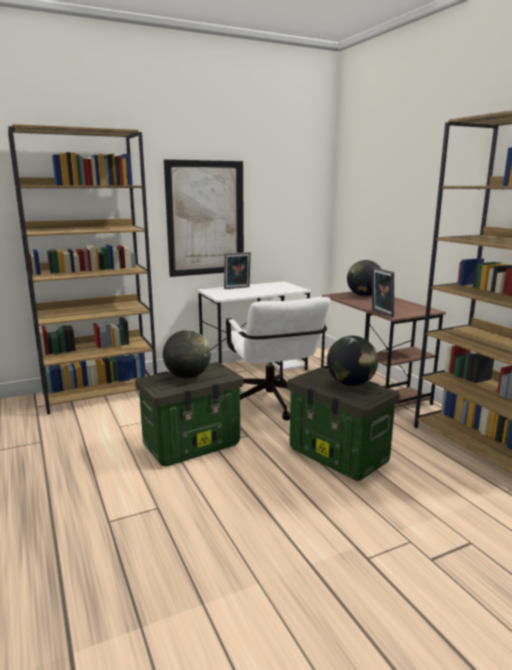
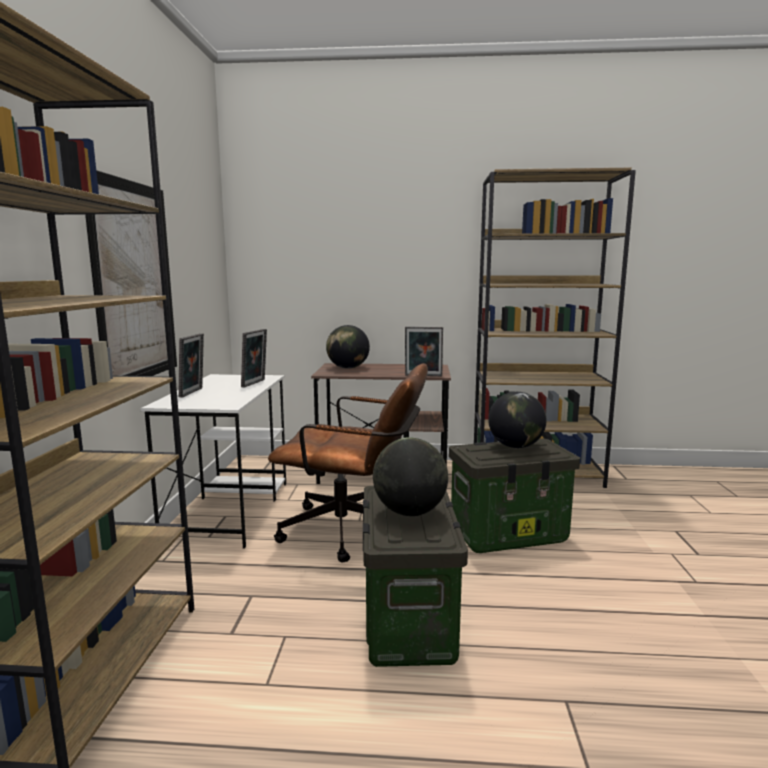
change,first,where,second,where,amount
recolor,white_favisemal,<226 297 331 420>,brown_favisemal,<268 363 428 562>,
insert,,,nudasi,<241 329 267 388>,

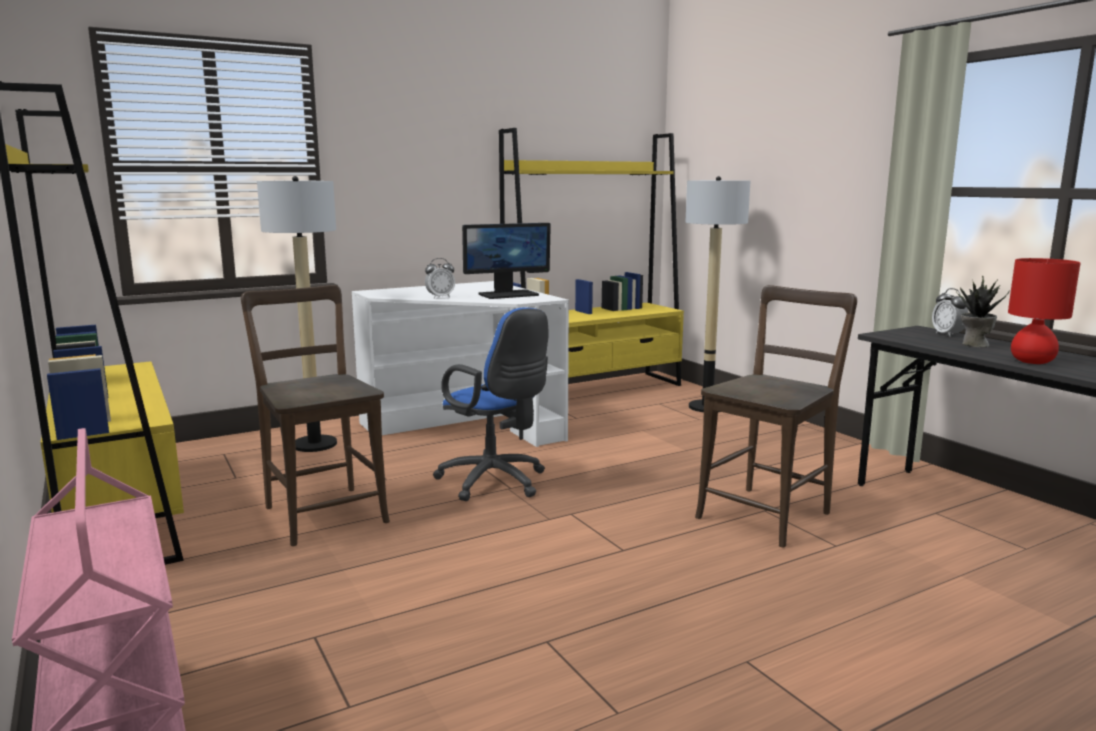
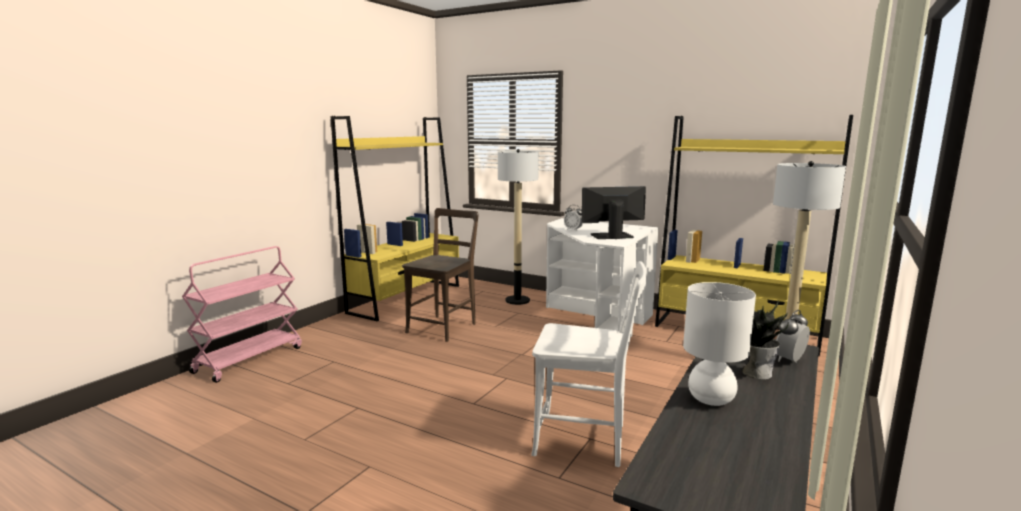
change,first,where,second,where,amount
delete,blue_favisemal,<433 307 549 501>,,,
rotate,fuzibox,<462 223 551 299>,,<582 186 646 239>,135 degrees clockwise
recolor,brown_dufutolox,<695 285 857 548>,white_dufutolox,<531 261 647 467>,
recolor,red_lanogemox,<1008 258 1081 364>,white_lanogemox,<683 282 756 406>,

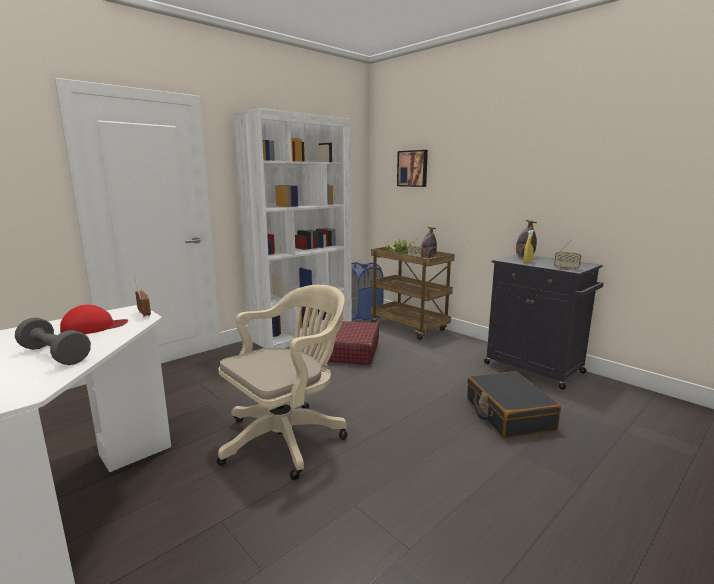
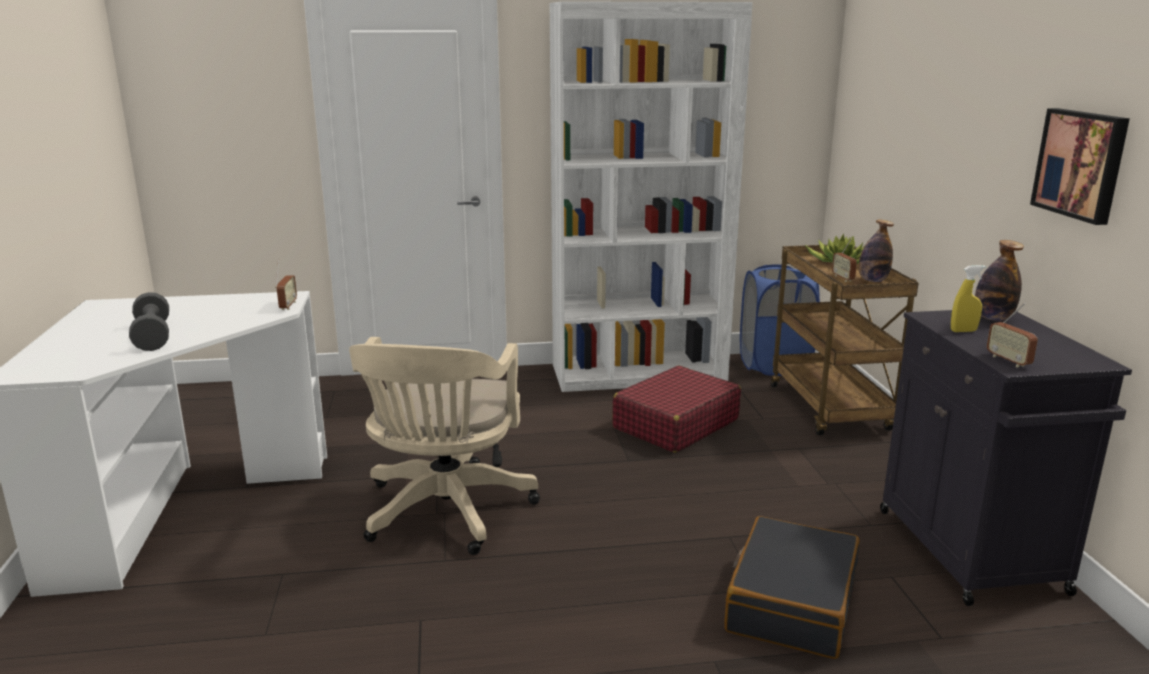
change,first,where,second,where,amount
delete,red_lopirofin,<60 305 128 334>,,,
rotate,beige_favisemal,<217 285 348 480>,,<349 337 540 555>,105 degrees clockwise
move,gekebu,<397 150 428 187>,,<1030 108 1130 225>,

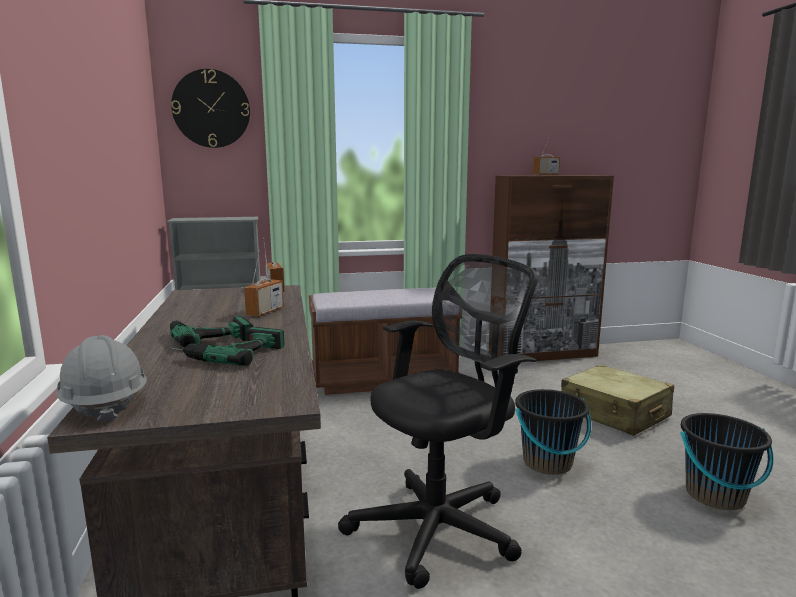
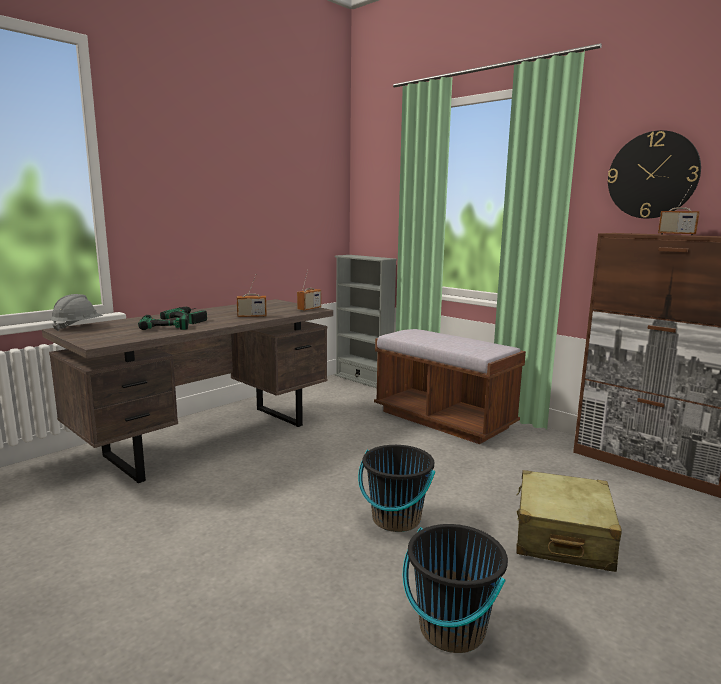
change,first,where,second,where,amount
move,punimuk,<171 69 250 148>,,<608 130 701 218>,
delete,black_favisemal,<338 254 538 589>,,,

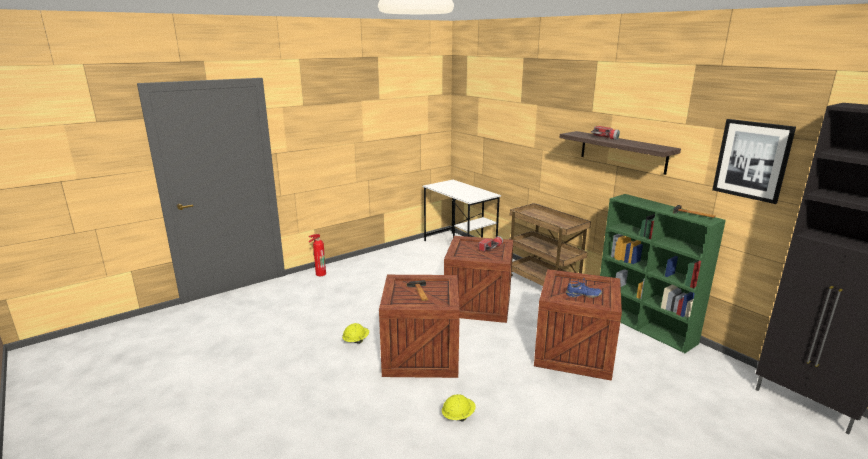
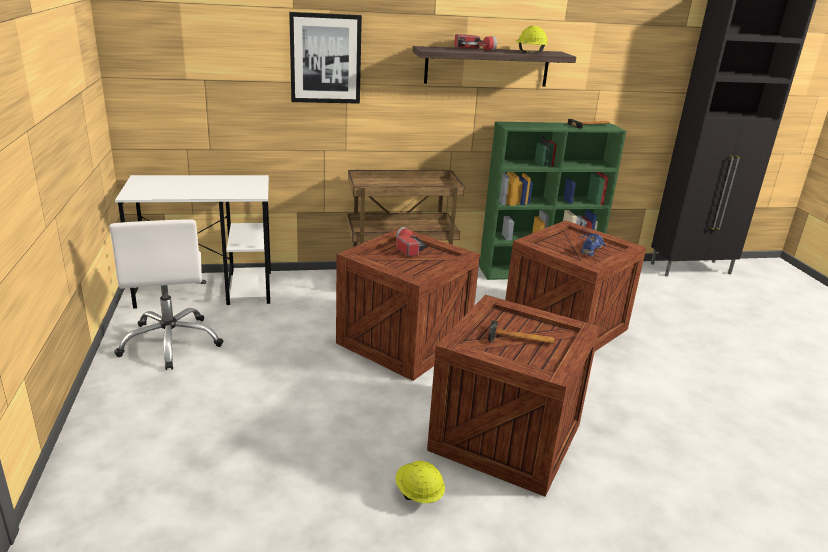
change,first,where,second,where,amount
delete,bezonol,<309 234 326 276>,,,
move,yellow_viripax,<442 394 476 422>,,<516 26 548 54>,
move,gekebu,<712 119 796 204>,,<289 12 362 104>,
insert,,,white_favisemal,<109 220 223 370>,

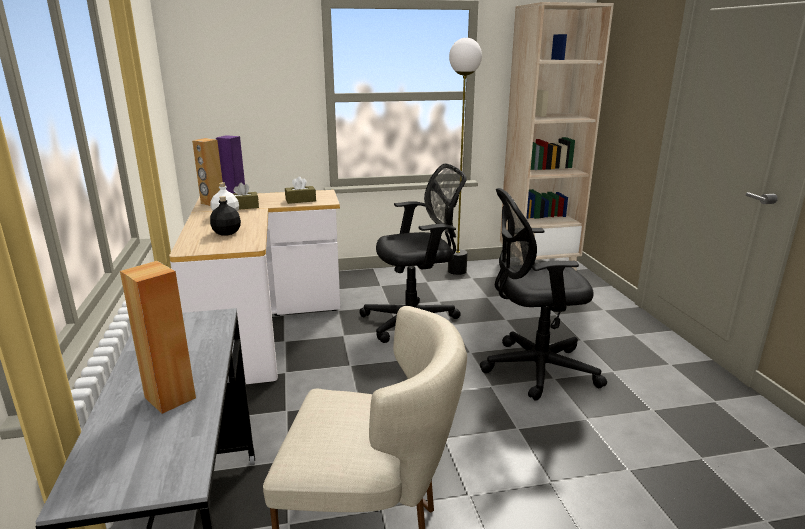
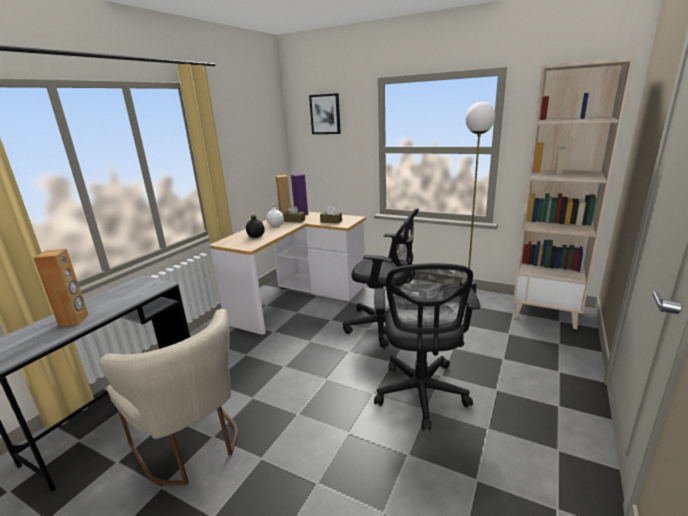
change,first,where,second,where,amount
rotate,black_favisemal,<480 188 607 401>,,<374 263 480 431>,120 degrees counterclockwise
insert,,,gekebu,<309 93 341 134>,

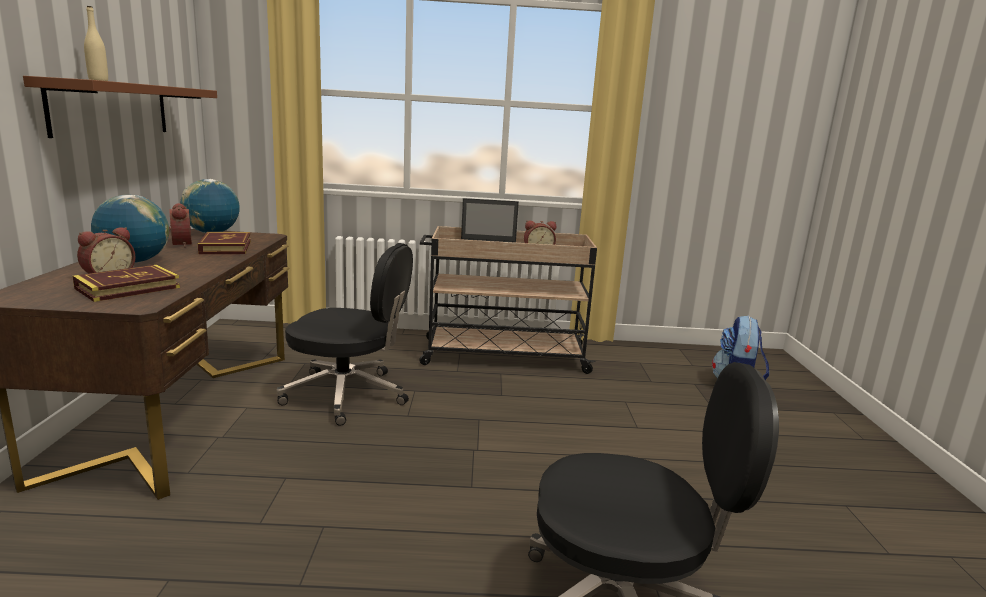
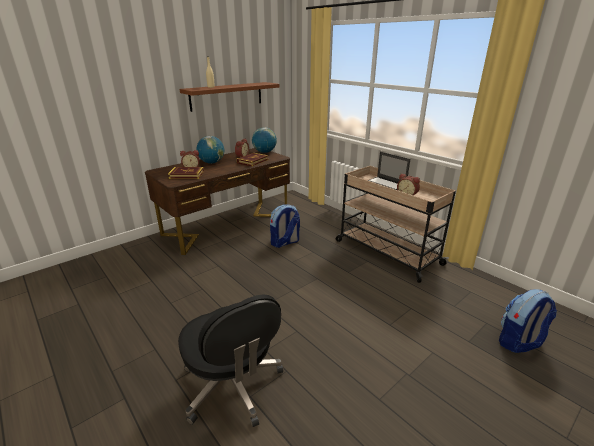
change,first,where,second,where,amount
replace,black_favisemal,<277 243 413 426>,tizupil,<270 205 300 248>,

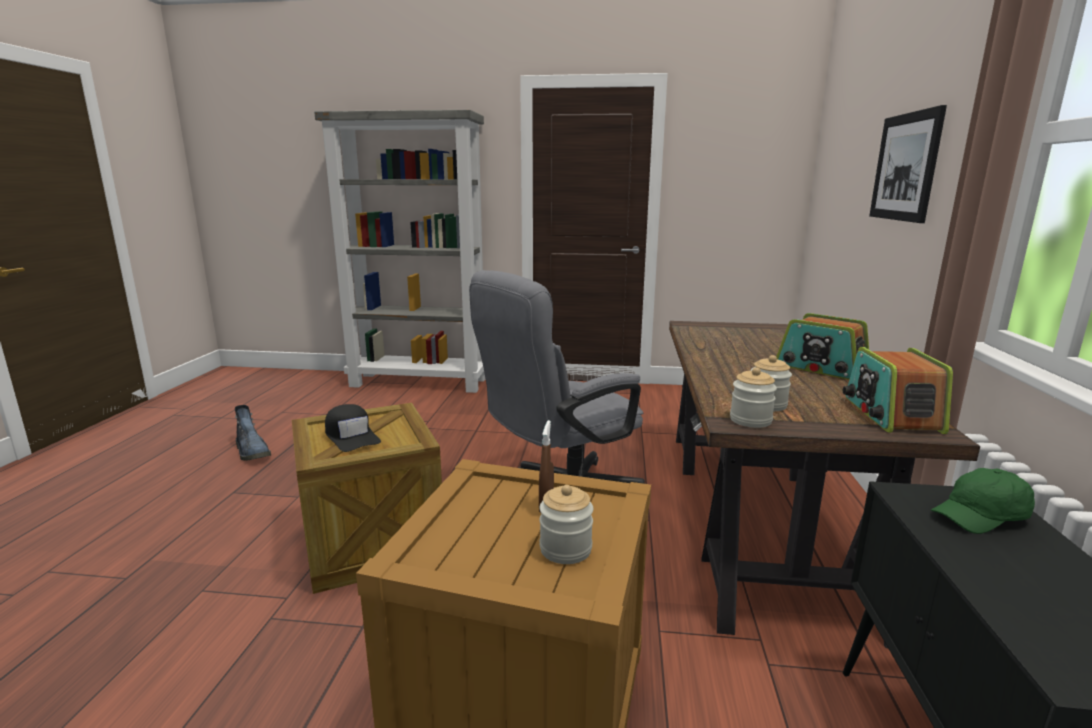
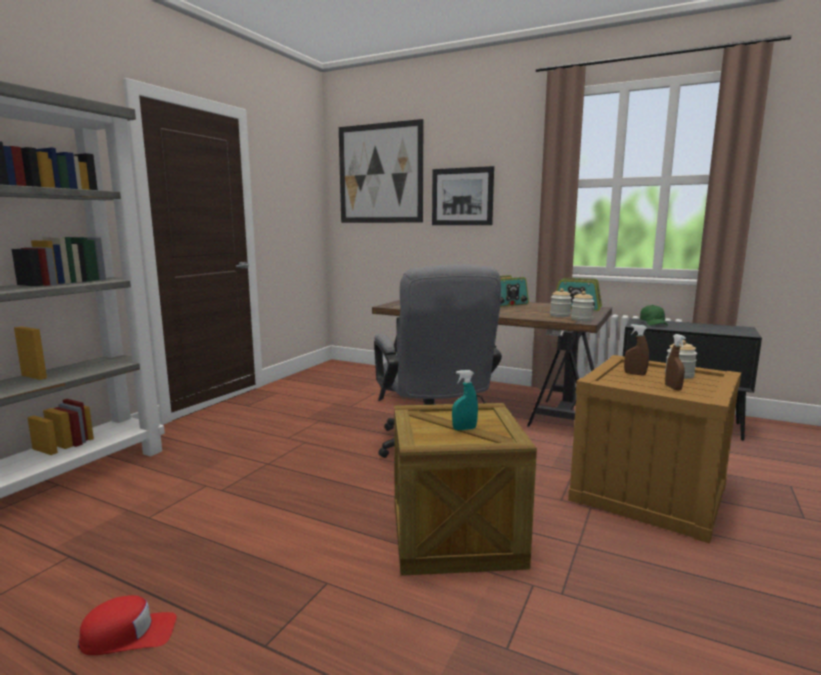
change,first,where,second,where,amount
replace,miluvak,<235 405 271 461>,red_lopirofin,<78 595 177 655>,
replace,black_lopirofin,<325 404 381 452>,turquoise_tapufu,<452 370 478 430>,
insert,,,gekebu,<339 119 423 223>,
insert,,,brown_tapufu,<665 334 686 390>,

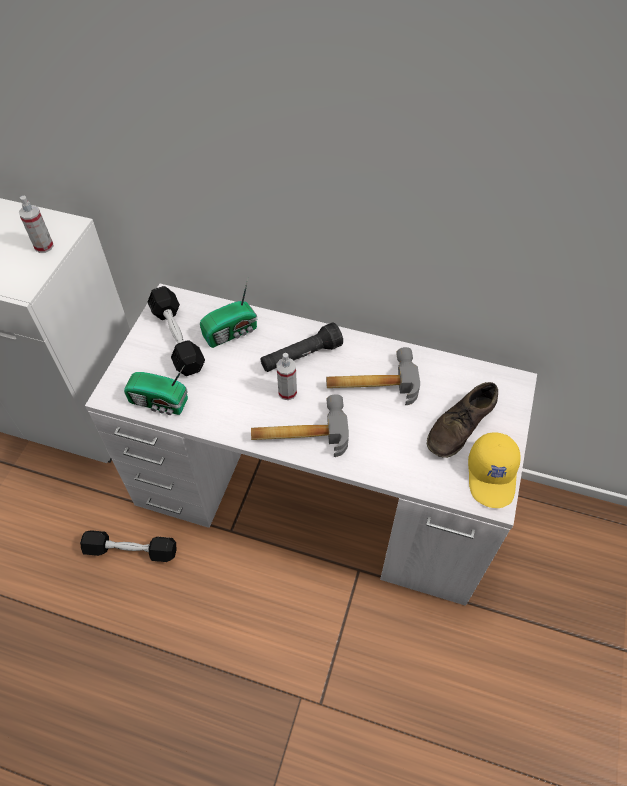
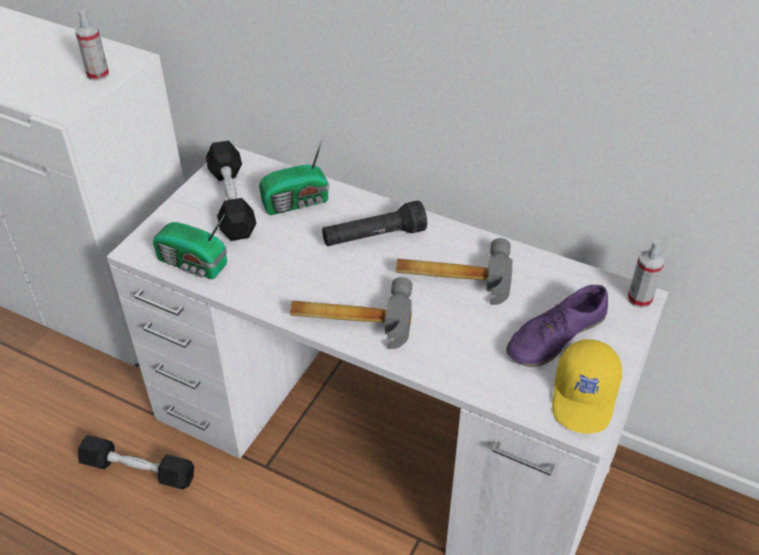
change,first,where,second,where,amount
move,tapufu,<276 353 297 400>,,<628 240 665 308>,
recolor,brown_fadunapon,<427 382 498 458>,purple_fadunapon,<506 285 608 367>,

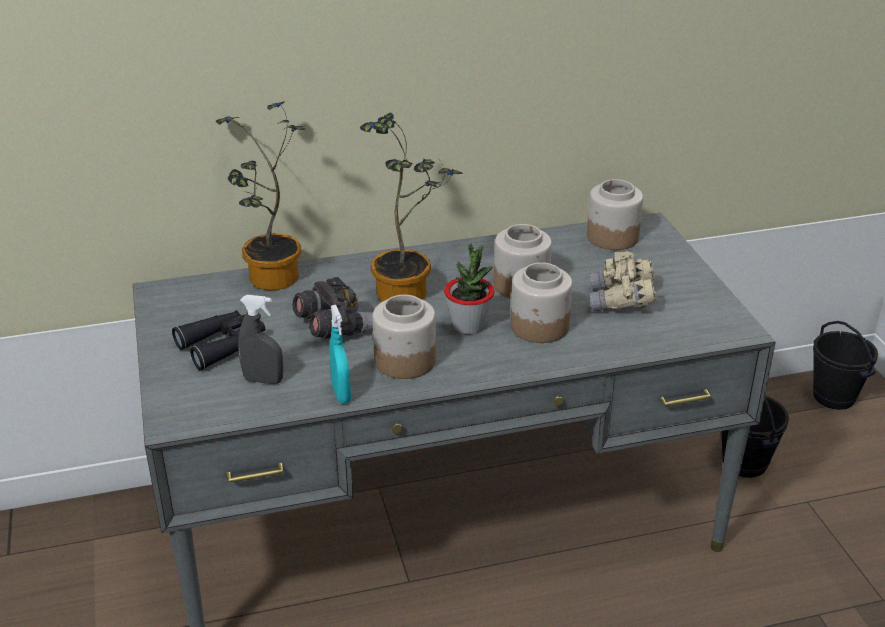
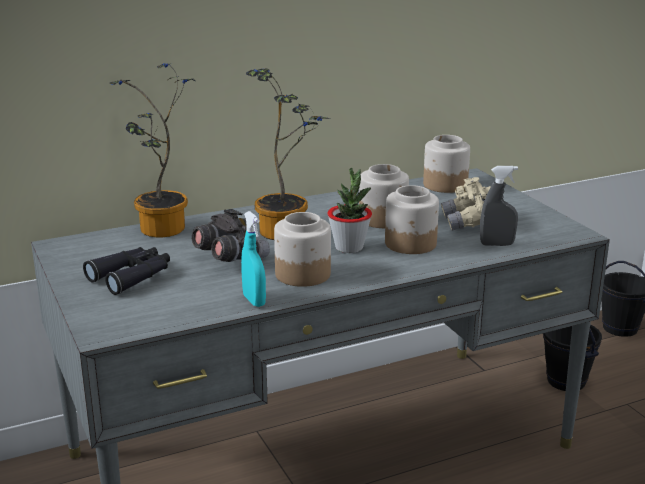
change,first,where,second,where,amount
move,grey_tapufu,<238 295 283 384>,,<480 166 518 246>,

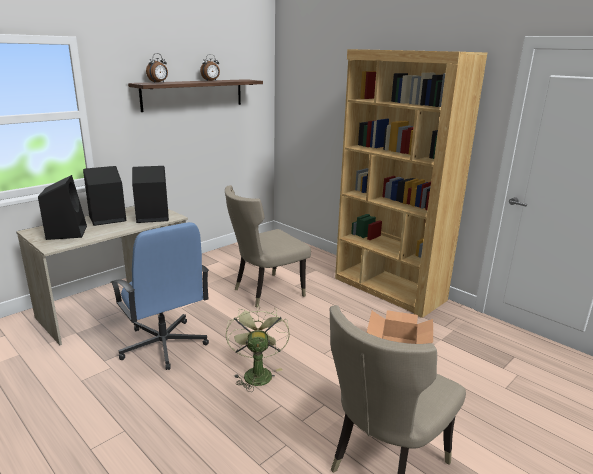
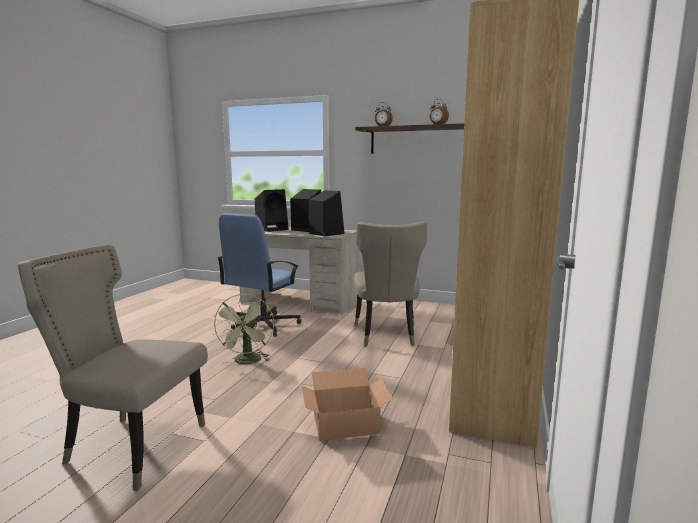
change,first,where,second,where,amount
rotate,beige_dufutolox,<225 185 311 307>,,<354 222 427 347>,120 degrees counterclockwise
rotate,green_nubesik,<226 304 290 392>,,<214 294 274 364>,120 degrees clockwise

